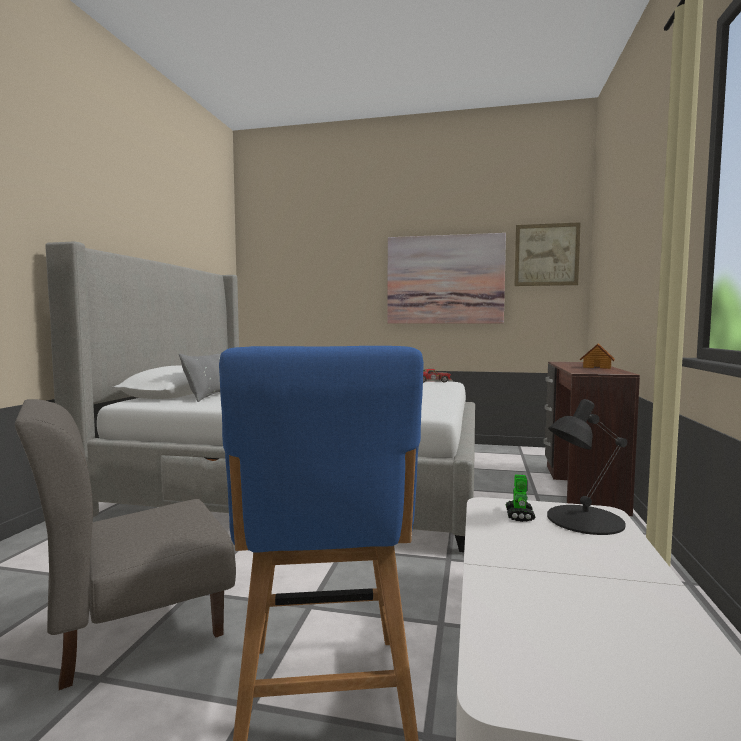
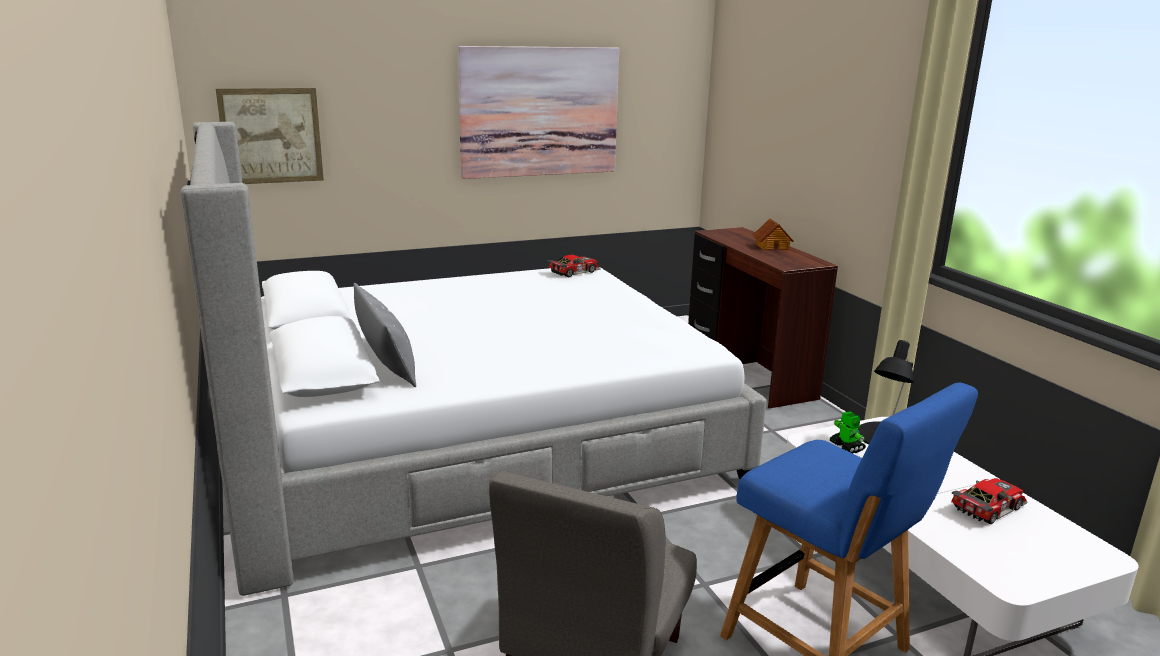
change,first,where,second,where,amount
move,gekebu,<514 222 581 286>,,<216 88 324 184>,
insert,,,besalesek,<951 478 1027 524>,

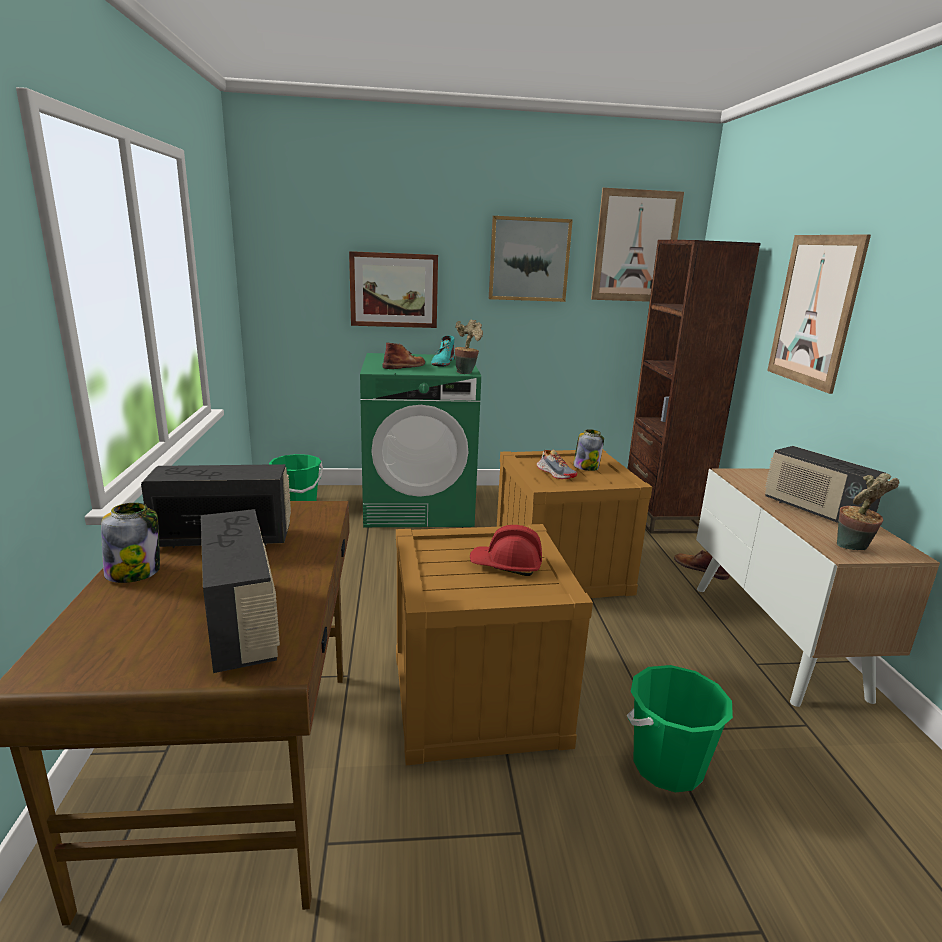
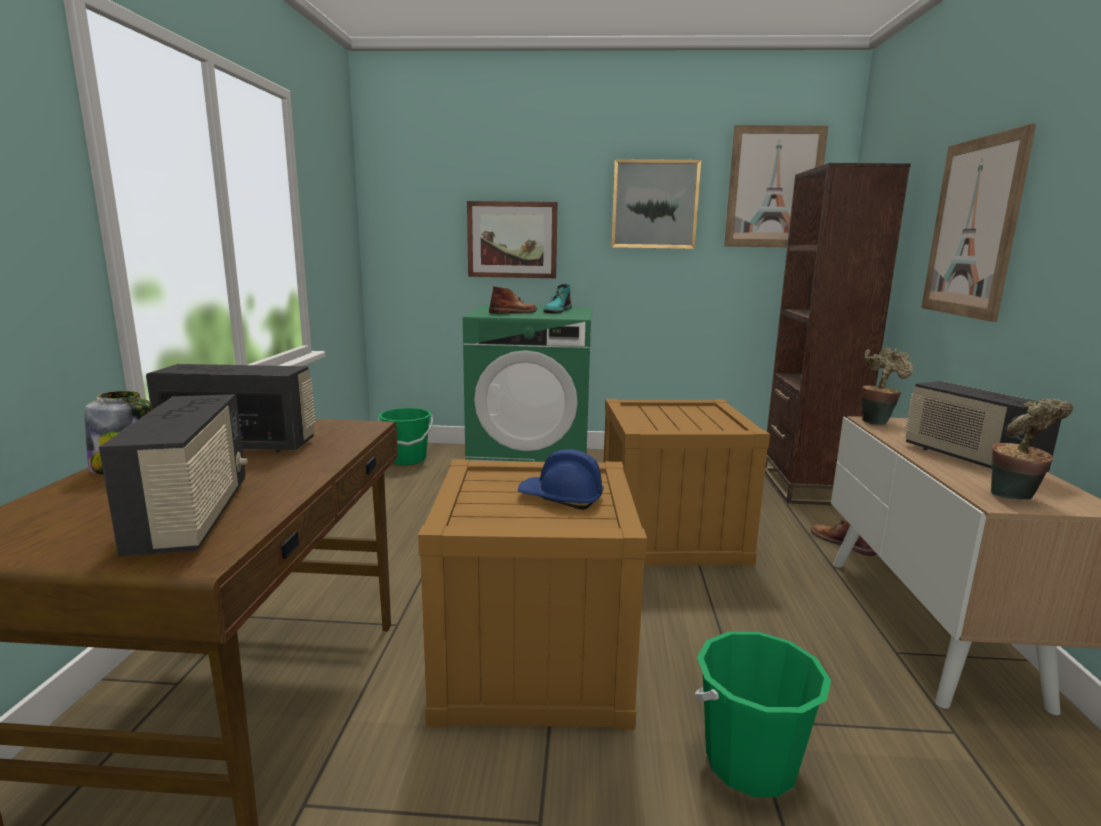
change,first,where,second,where,amount
move,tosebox,<455 320 483 374>,,<862 347 913 425>,
recolor,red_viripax,<470 525 542 576>,blue_viripax,<518 449 604 510>,
delete,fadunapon,<537 450 577 479>,,,
delete,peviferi,<573 429 604 471>,,,

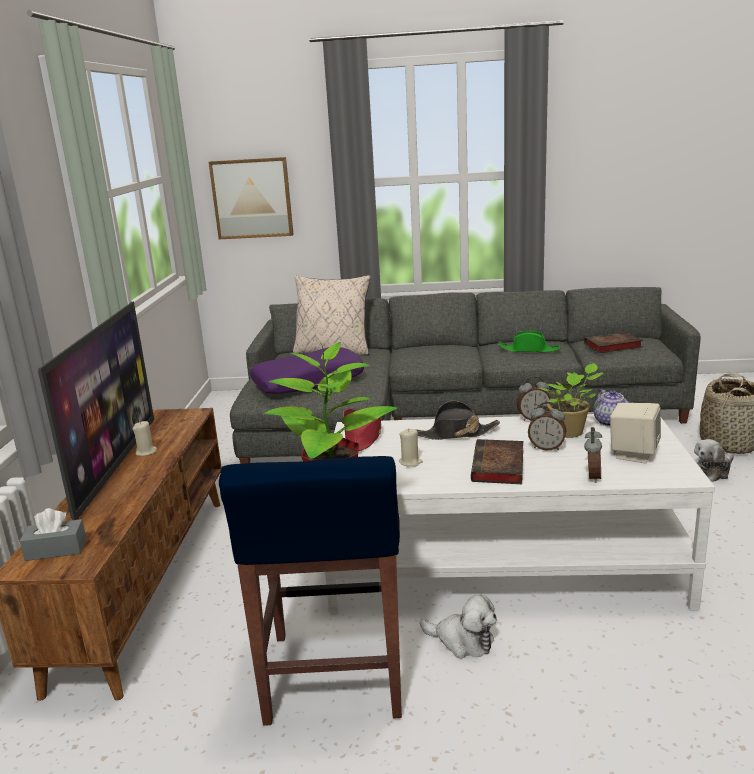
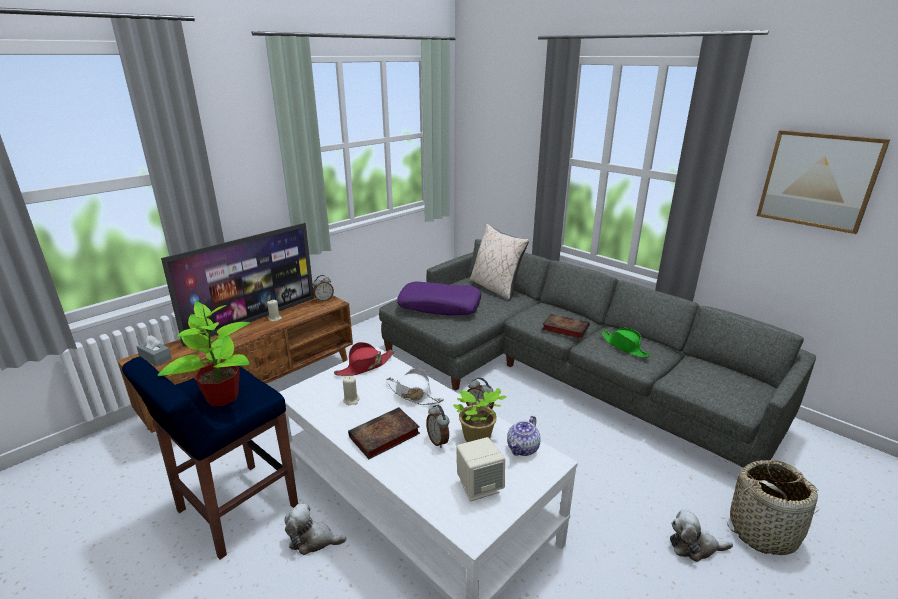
change,first,where,second,where,amount
move,gekebu,<209 157 294 239>,,<757 130 890 234>,
recolor,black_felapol,<416 400 500 440>,white_felapol,<385 368 444 405>,
rotate,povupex,<420 595 497 659>,,<285 504 346 555>,120 degrees clockwise
move,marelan,<584 332 643 353>,,<542 314 590 339>,
move,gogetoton,<584 427 602 483>,,<313 275 334 302>,

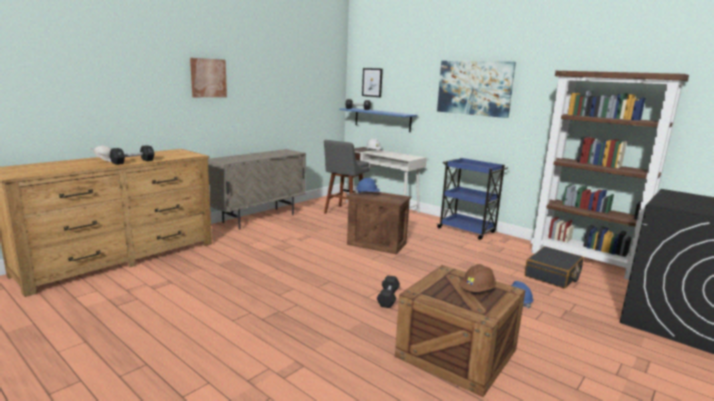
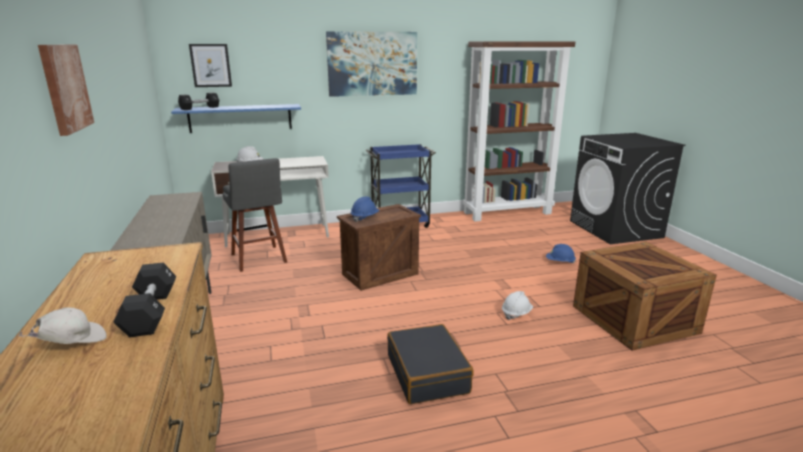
change,first,where,second,where,amount
replace,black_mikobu,<377 275 400 308>,white_viripax,<502 291 533 320>,
delete,brown_viripax,<459 264 496 292>,,,
move,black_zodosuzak,<525 246 584 289>,,<387 324 474 404>,

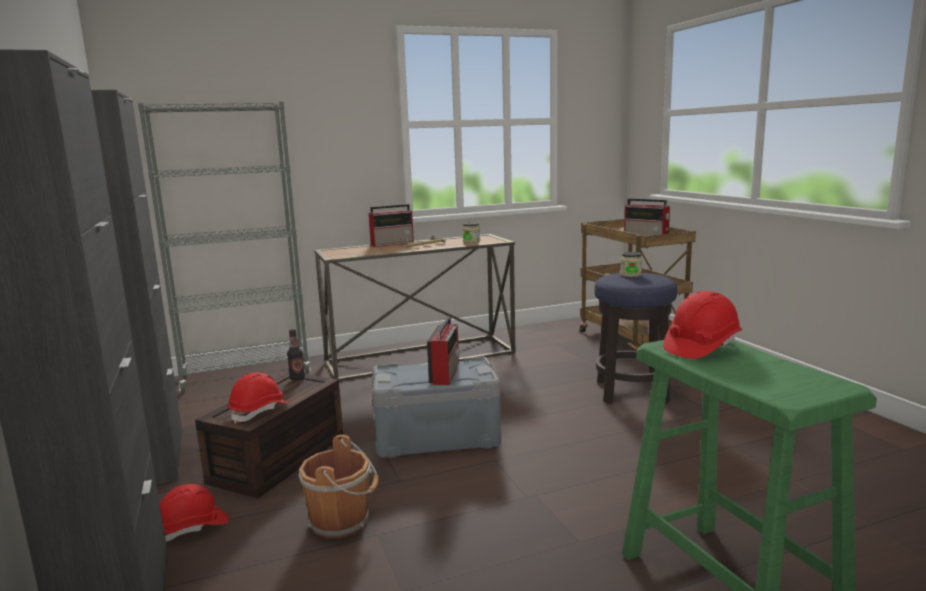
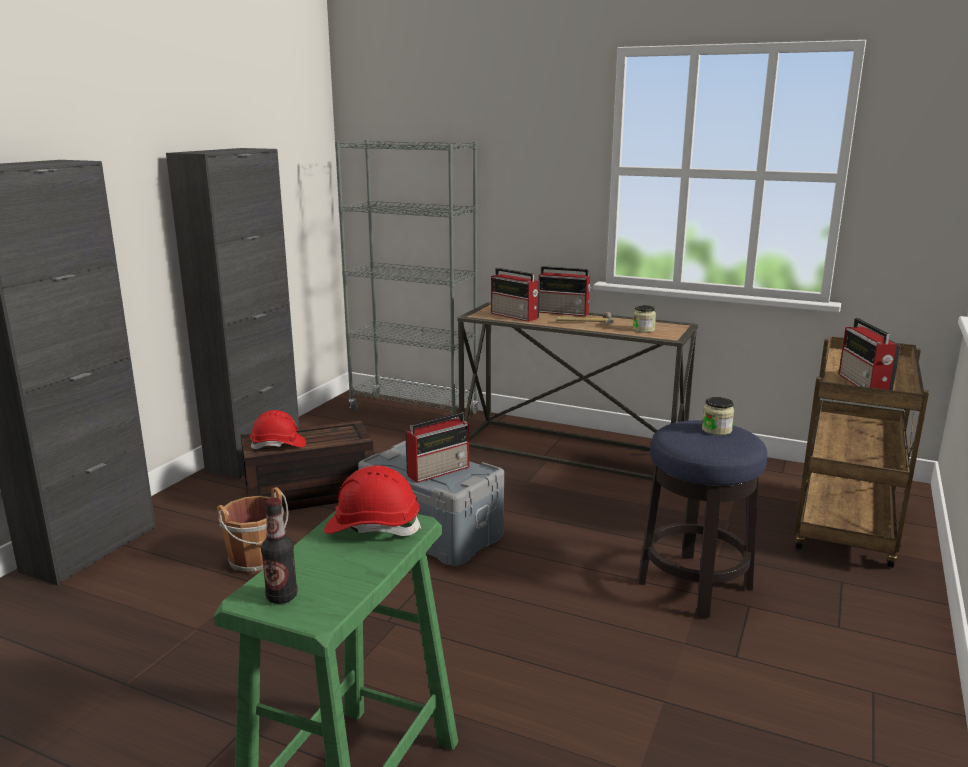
change,first,where,second,where,amount
delete,red_viripax,<160 484 229 542>,,,
move,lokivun,<287 329 305 381>,,<261 498 298 604>,
insert,,,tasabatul,<491 268 540 322>,

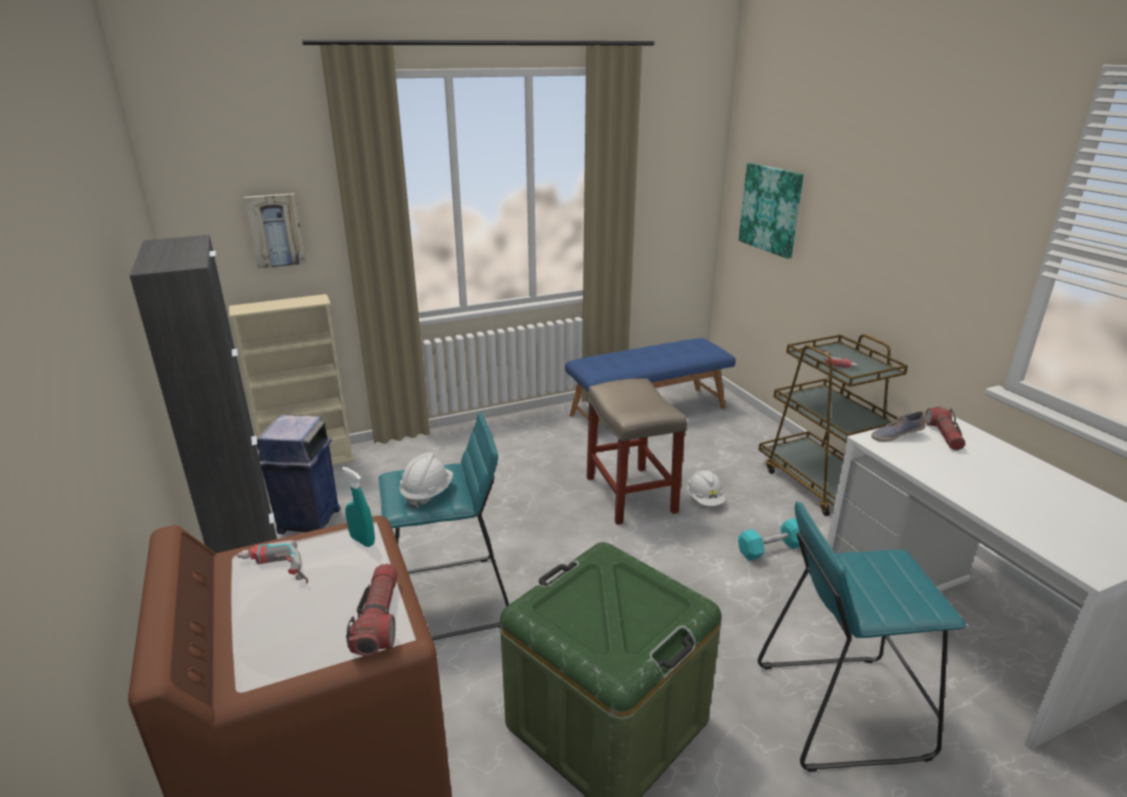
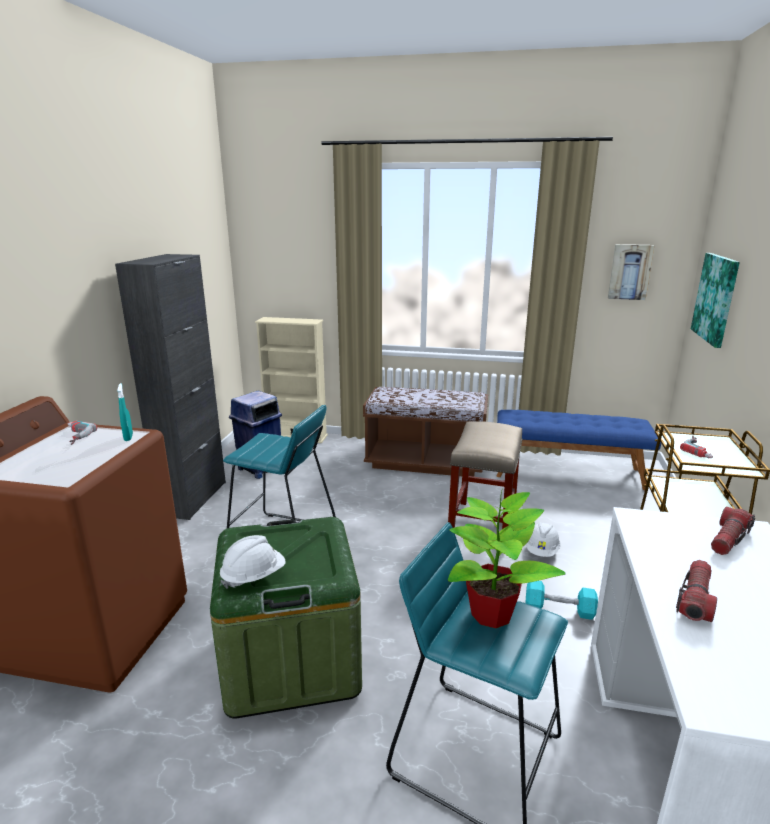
change,first,where,second,where,amount
move,gekebu,<244 193 306 269>,,<608 244 655 300>,
move,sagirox,<346 564 398 656>,,<676 560 717 622>,
move,white_viripax,<400 453 453 509>,,<220 535 286 589>,
delete,fadunapon,<871 411 925 442>,,,
insert,,,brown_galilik,<363 387 488 476>,
insert,,,tosebox,<448 488 566 628>,

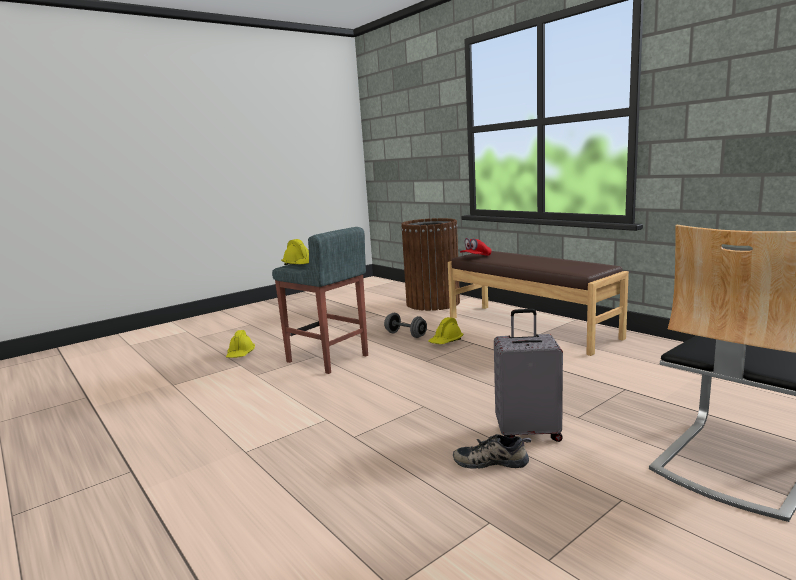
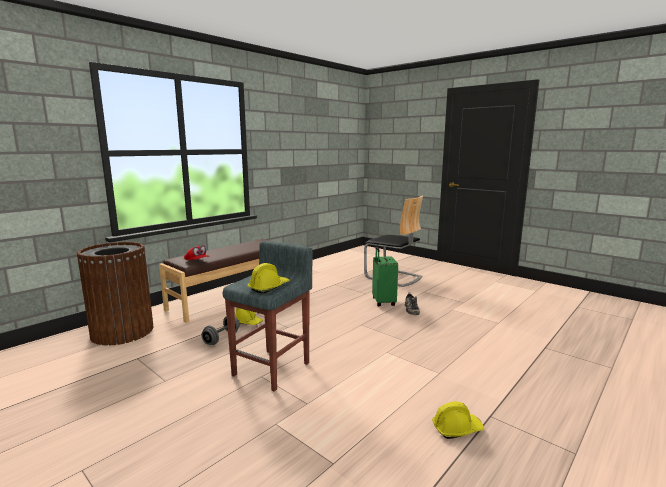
change,first,where,second,where,amount
move,yellow_viripax,<226 330 255 358>,,<432 401 484 439>,
recolor,grey_zodosuzak,<494 309 563 442>,green_zodosuzak,<372 246 398 306>,

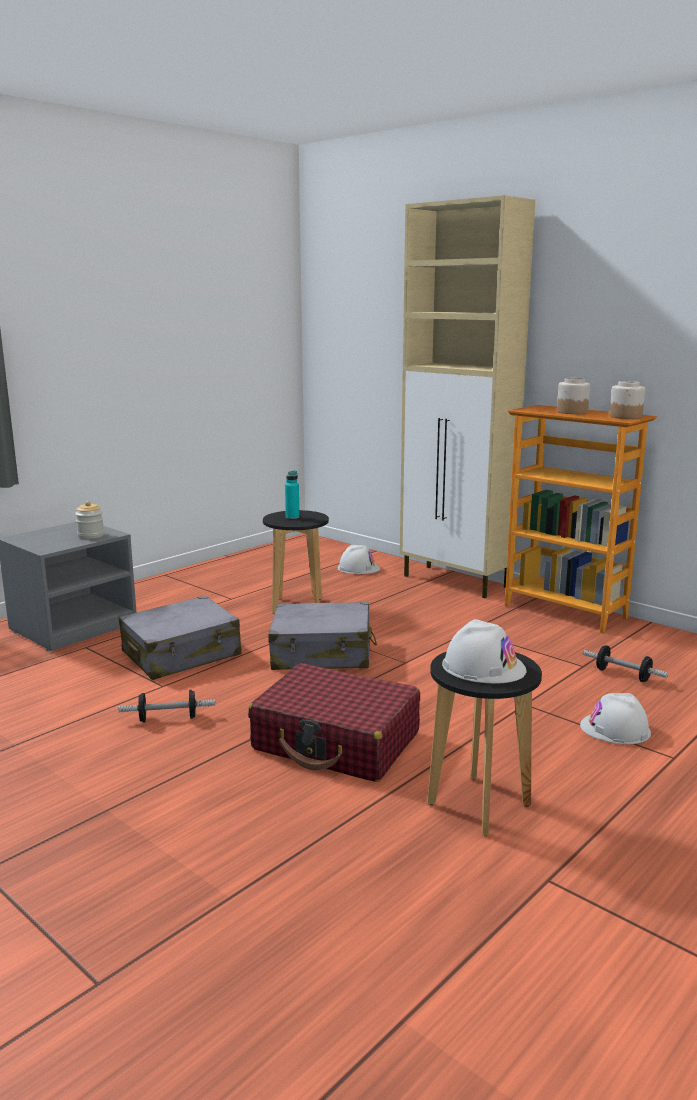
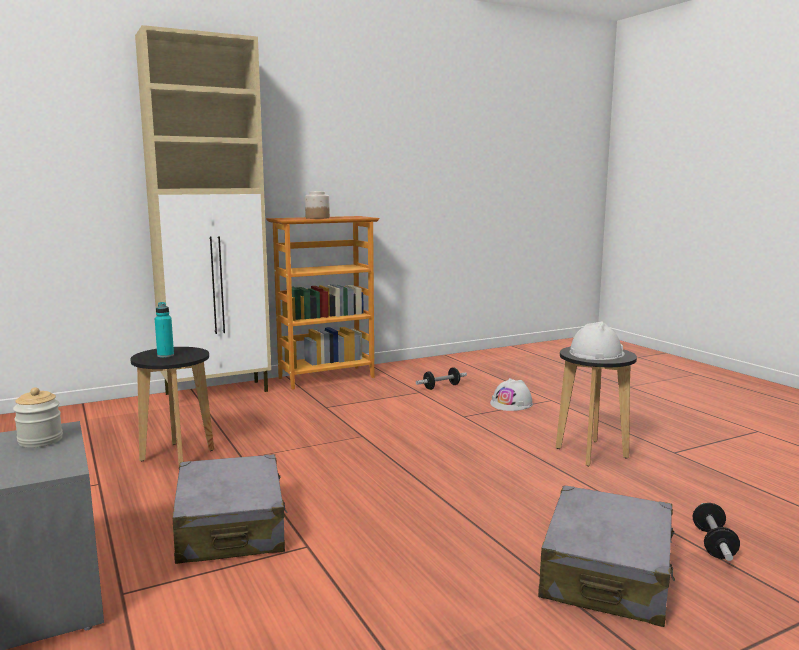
change,first,where,second,where,amount
move,mikobu,<118 690 215 722>,,<692 503 740 561>,
delete,red_zodosuzak,<248 663 420 782>,,,
move,grey_zodosuzak,<268 602 377 670>,,<538 485 675 627>,
delete,white_viripax,<338 545 380 574>,,,
delete,peviferi,<610 381 645 419>,,,

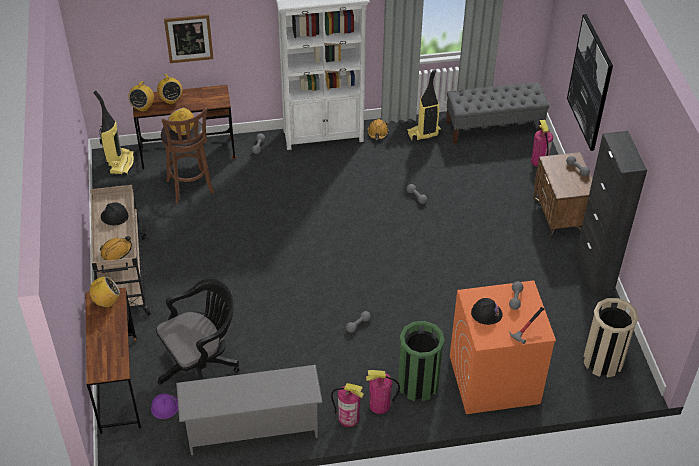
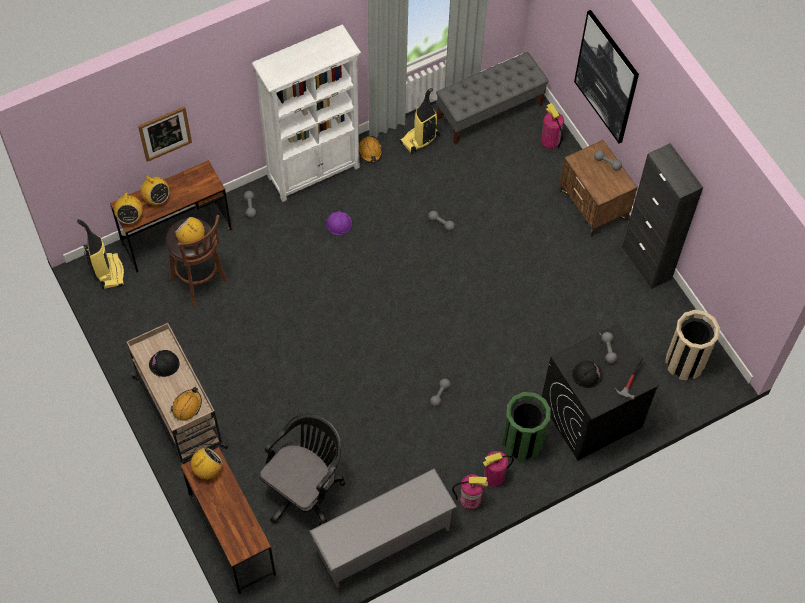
change,first,where,second,where,amount
move,purple_viripax,<151 393 178 419>,,<326 211 352 235>,
recolor,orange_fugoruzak,<450 280 556 414>,black_fugoruzak,<542 323 660 460>,

